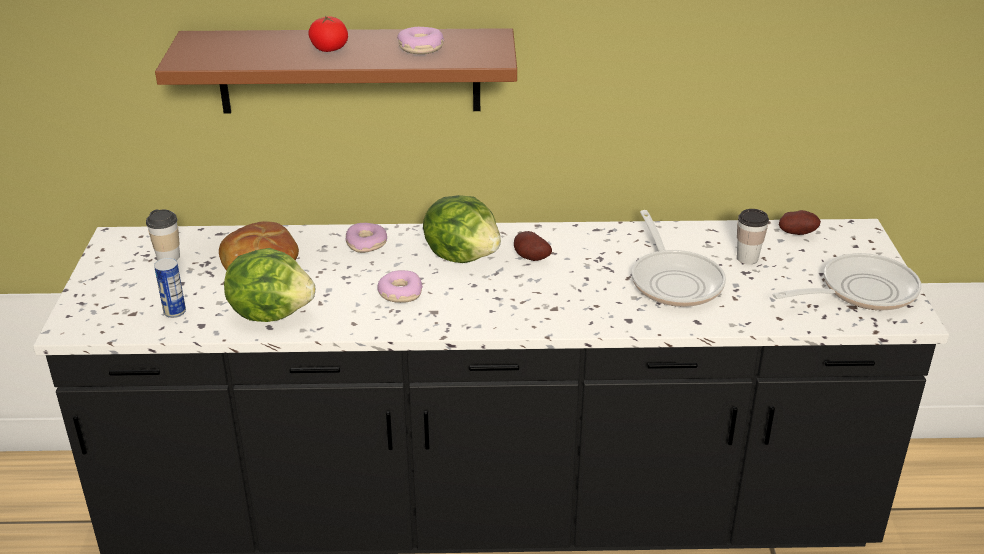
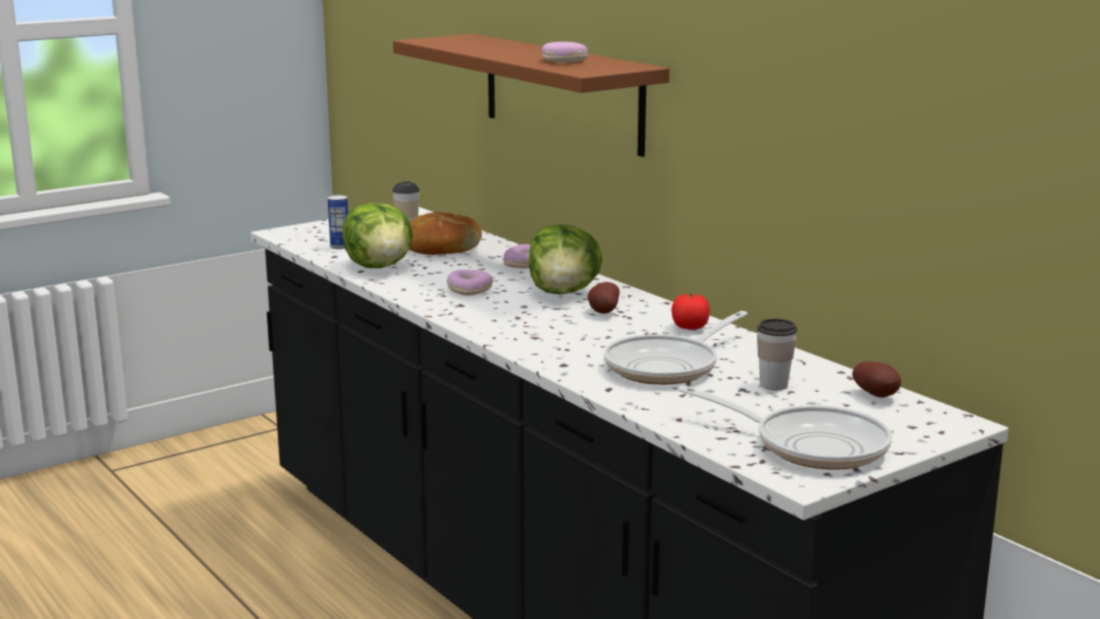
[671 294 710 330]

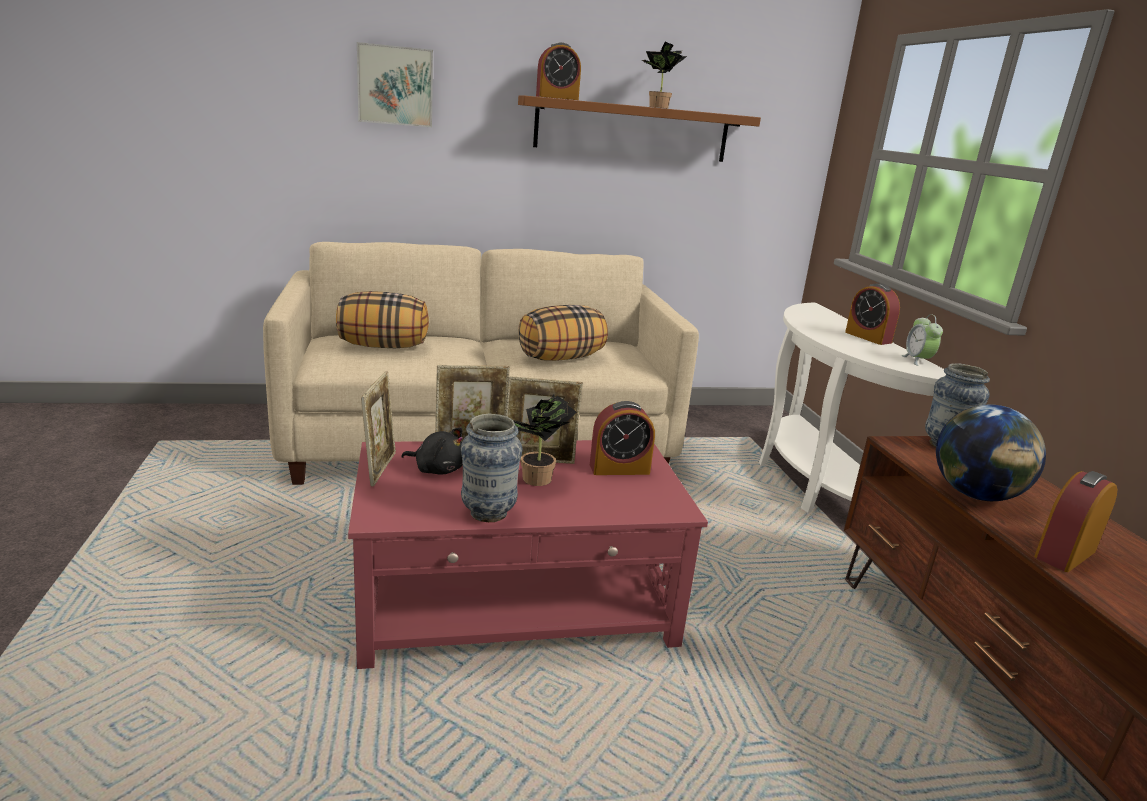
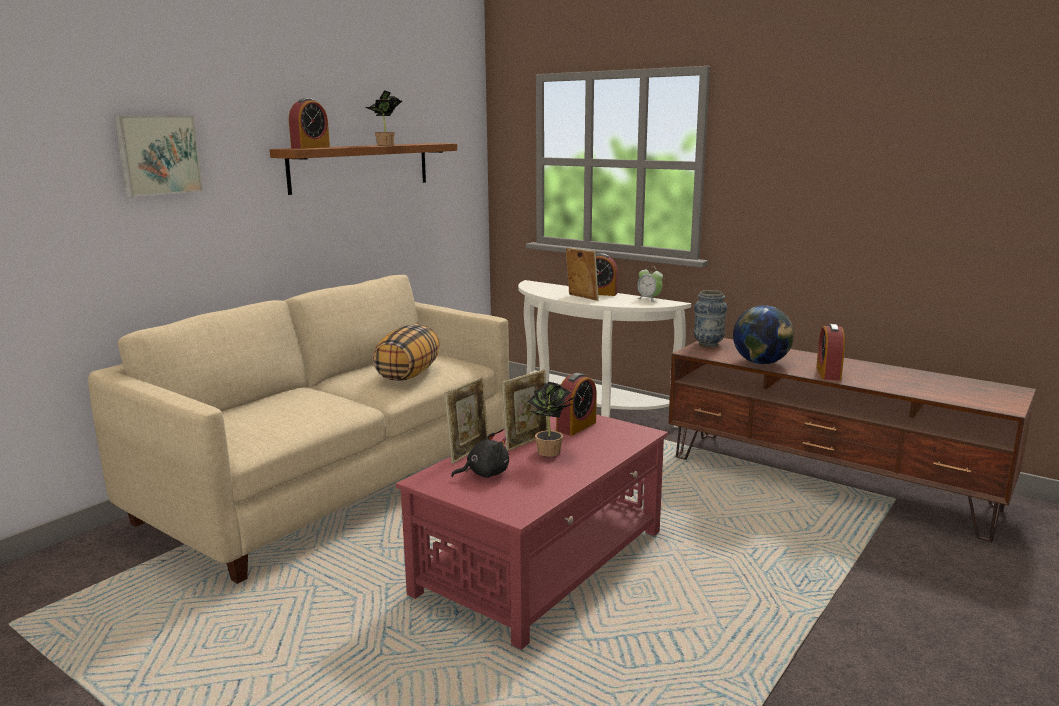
[336 291 429 348] (first image)
[461 414 522 522] (first image)
[566 247 599 301]

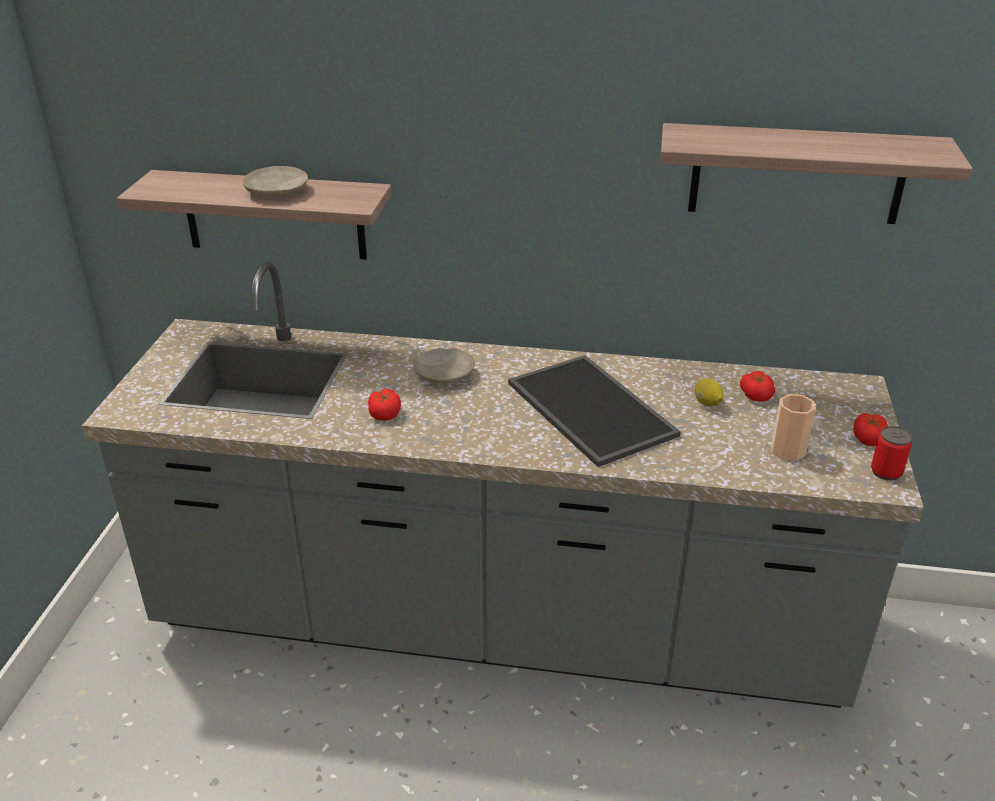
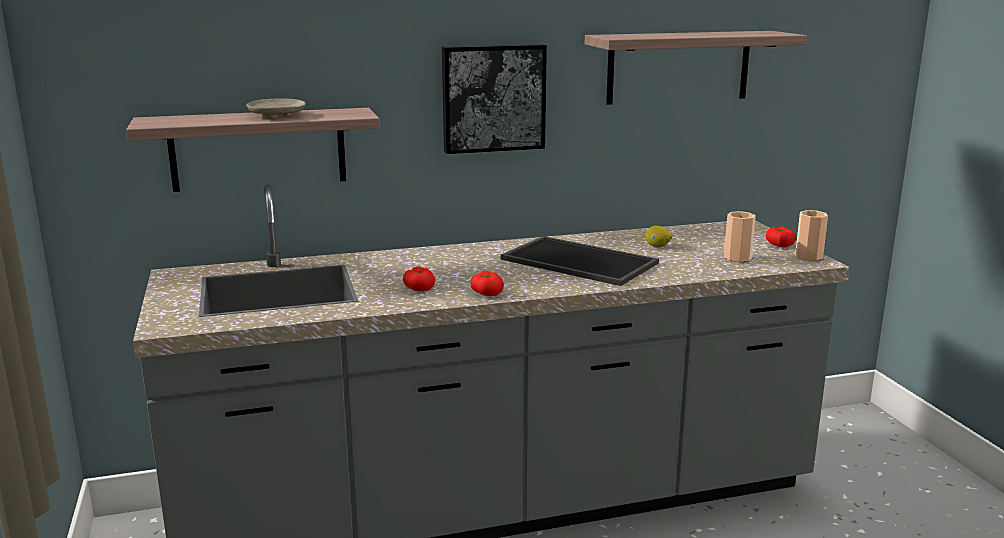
[413 348 475 383] (first image)
[442 44 547 154]
[471 271 504 296]
[795 210 828 261]

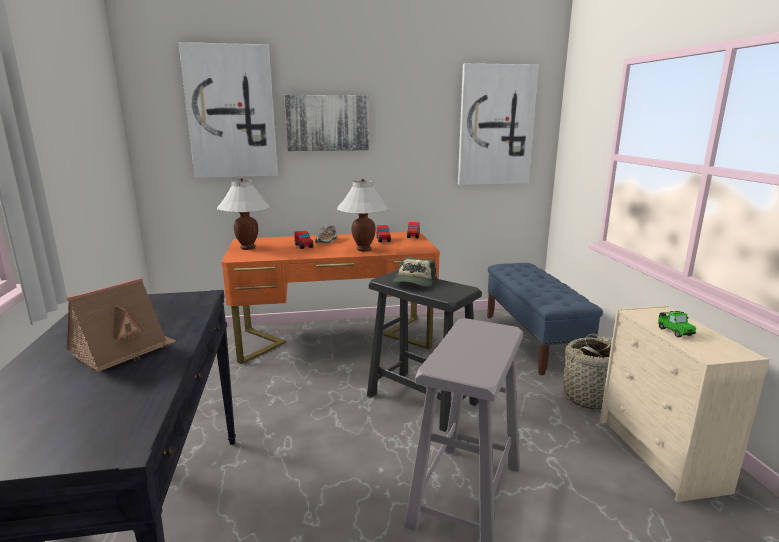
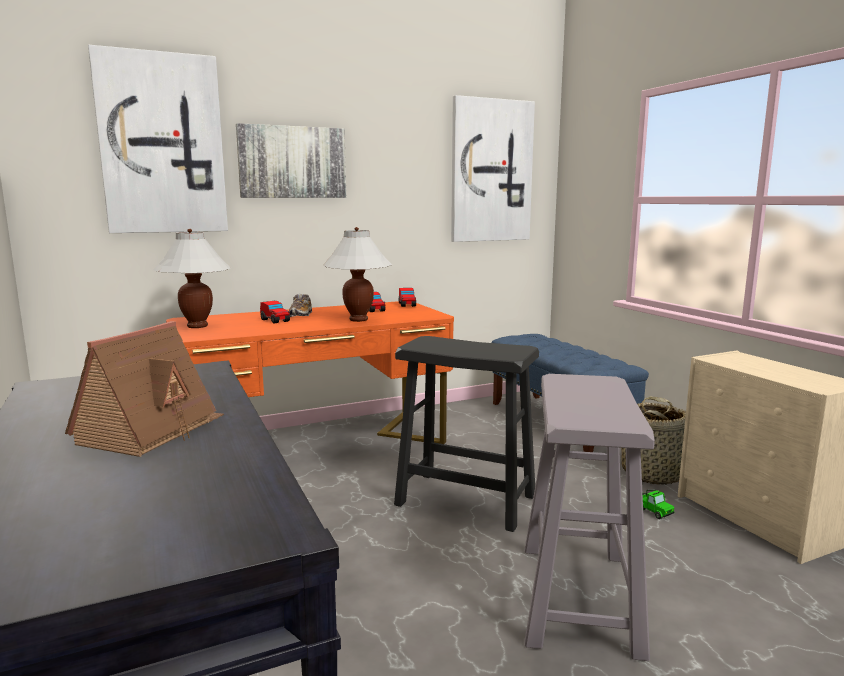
[393 257 437 287] (first image)
[643 490 674 519]

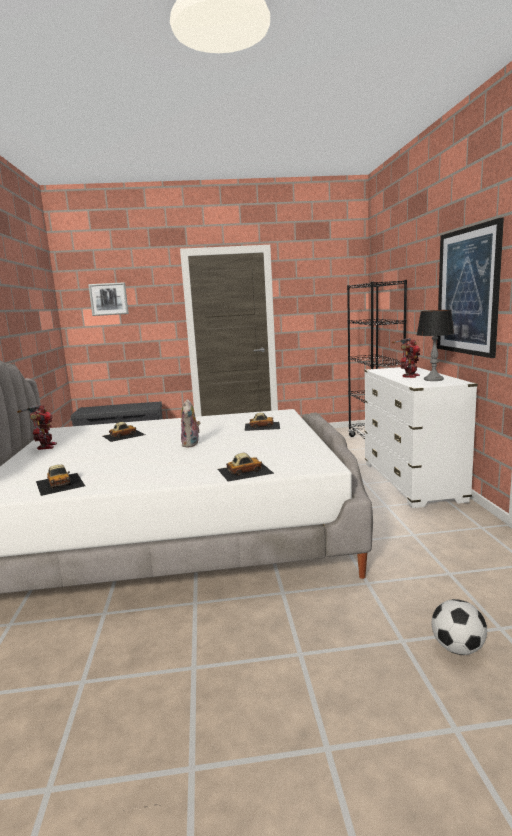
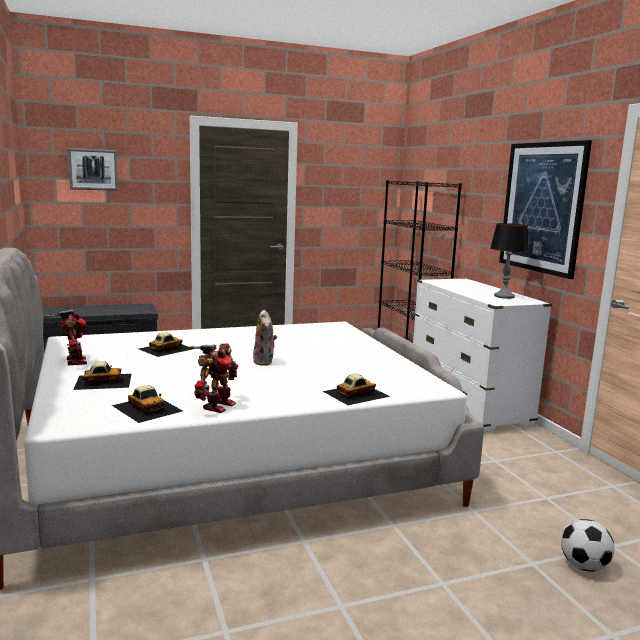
[73 361 131 390]
[188 343 239 413]

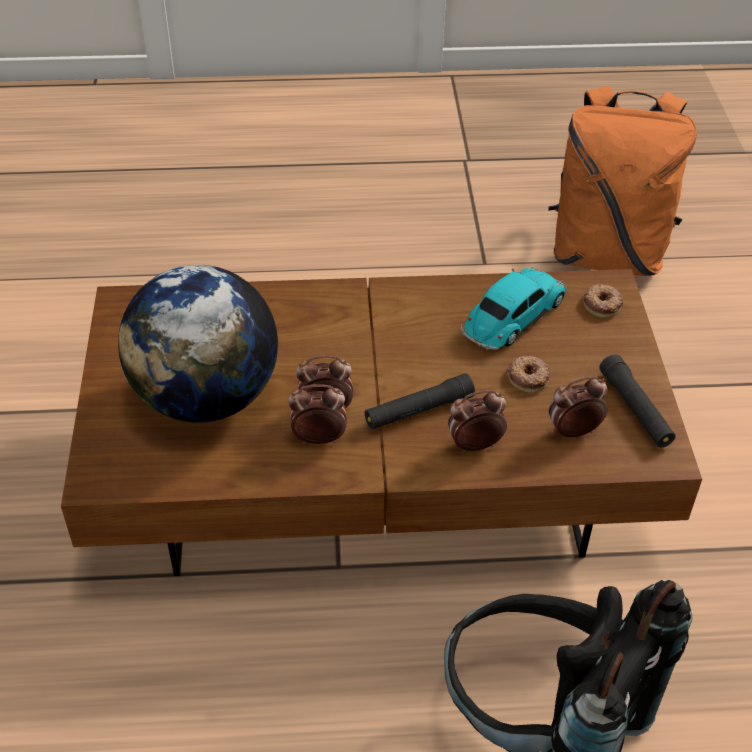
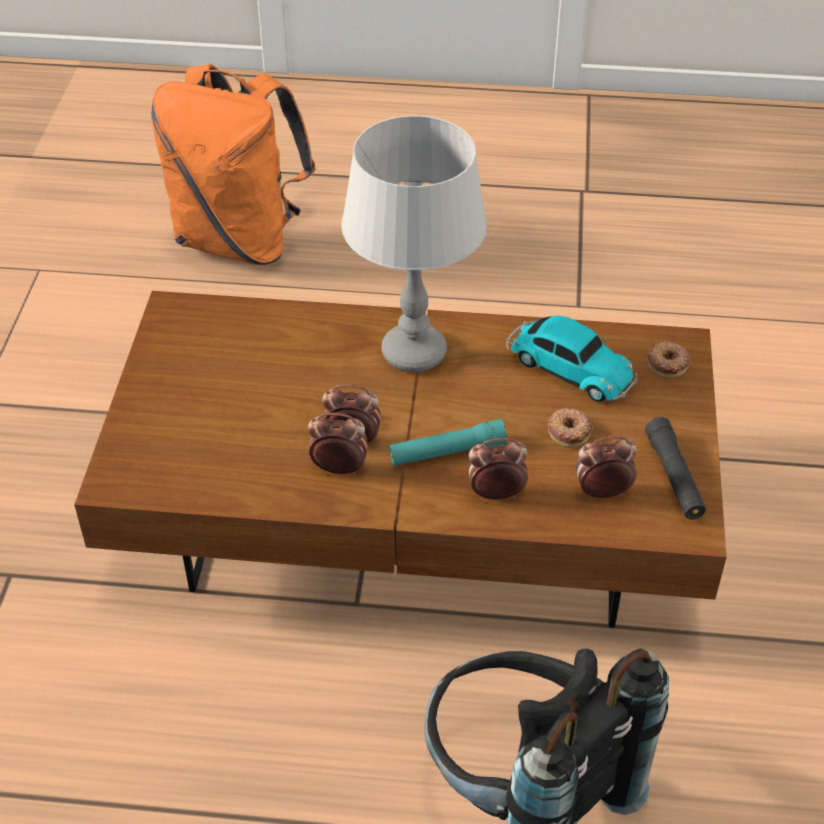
[118 265 278 423] (first image)
[341 116 487 372]
[151 64 316 265]
[389 419 507 466]
[506 316 637 402]

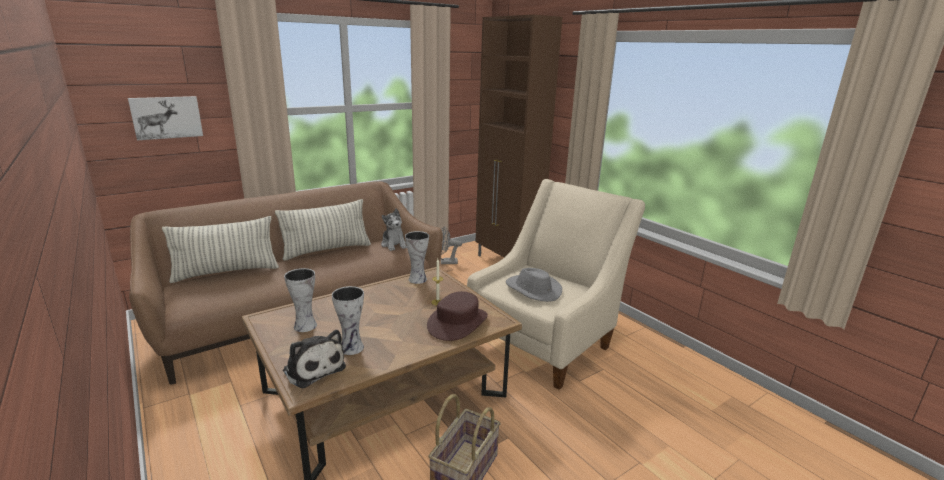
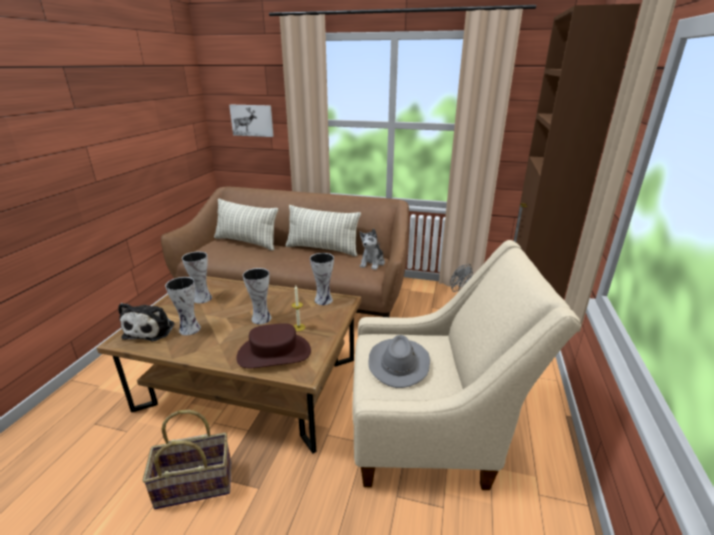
[243 268 271 324]

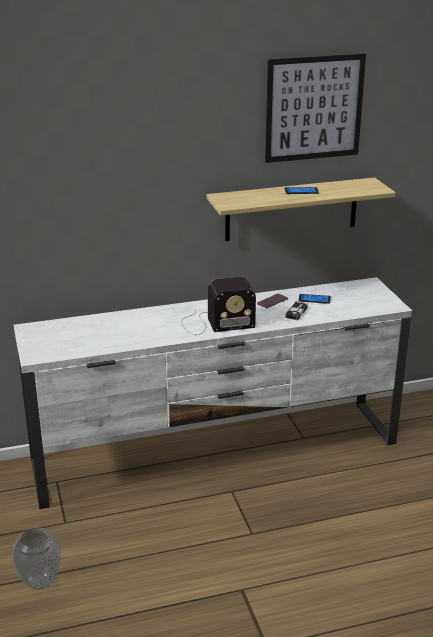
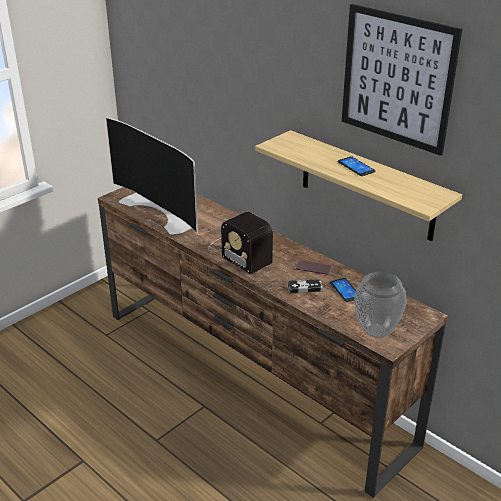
[106 117 198 235]
[354 272 407 338]
[98 187 448 498]

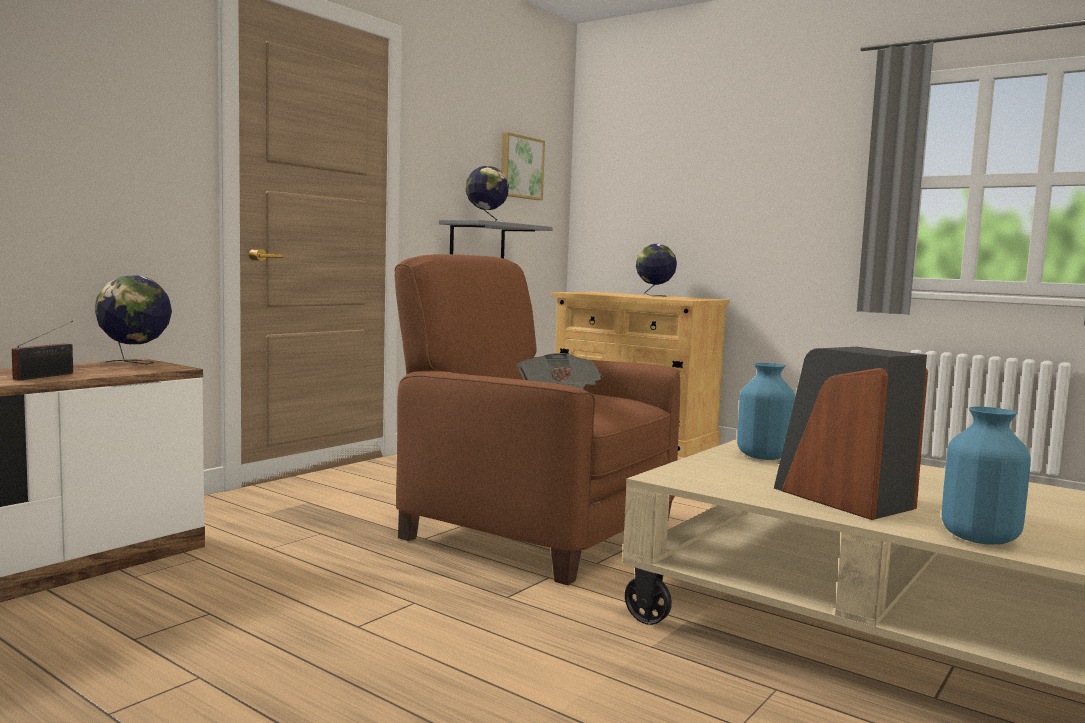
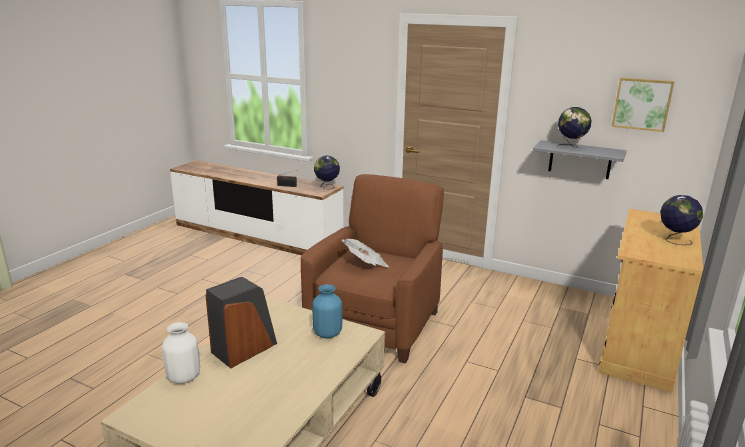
[162 322 200 384]

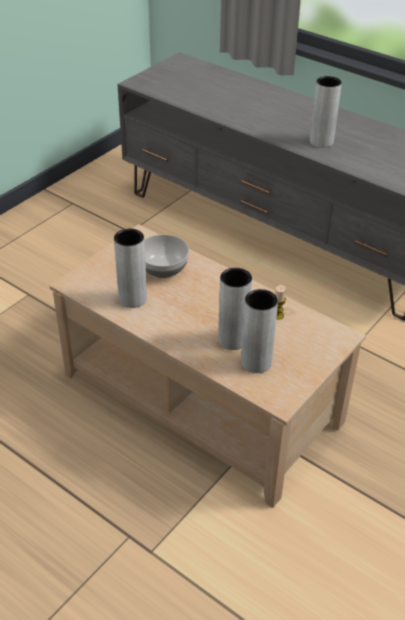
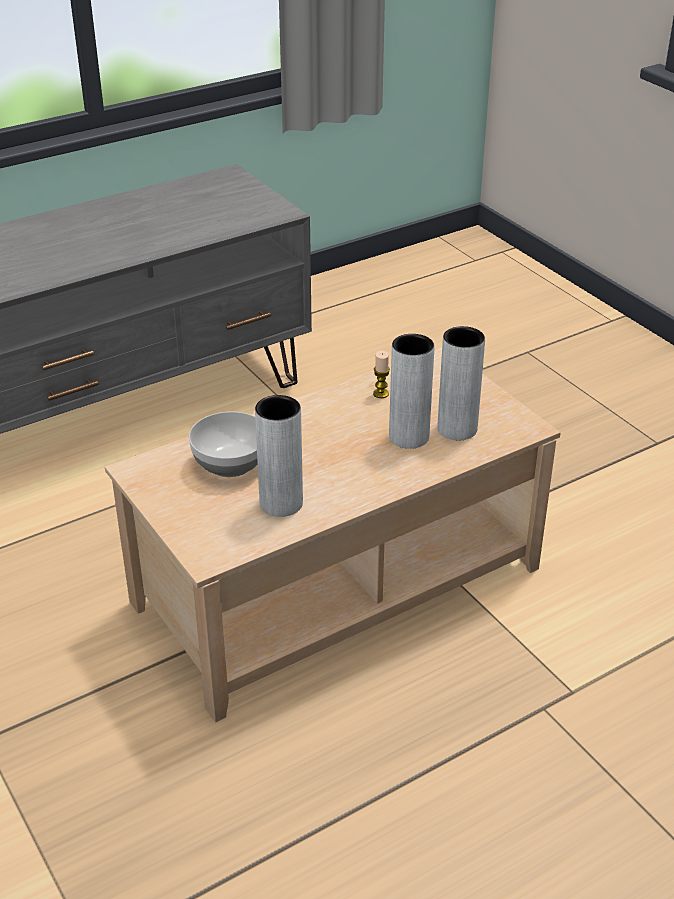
[310 76 342 148] (first image)

